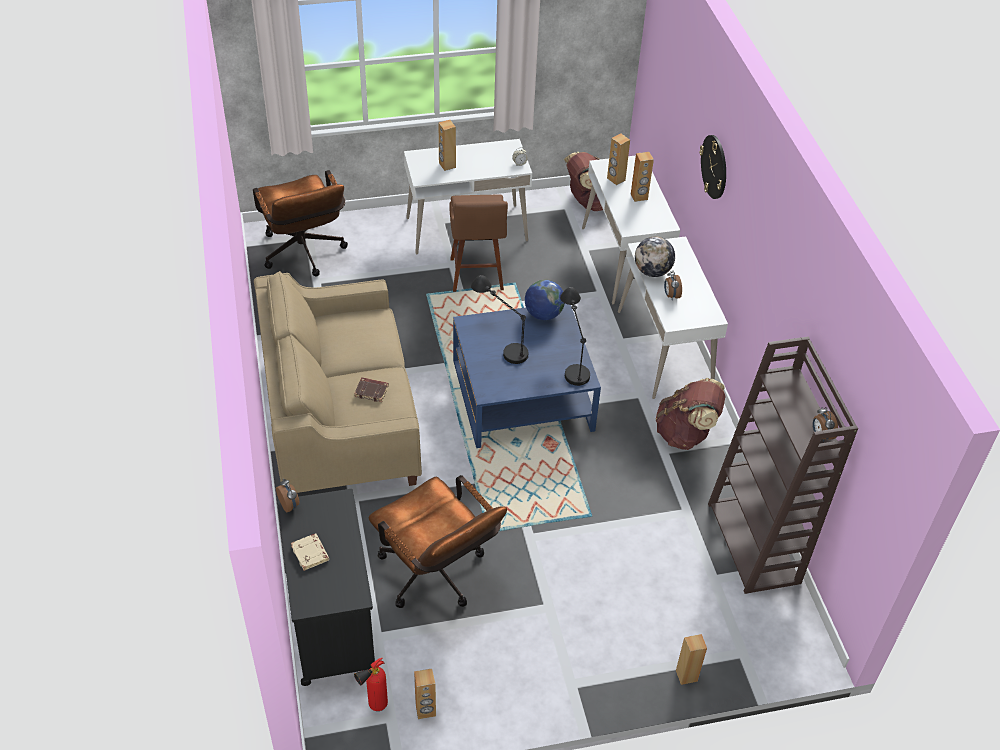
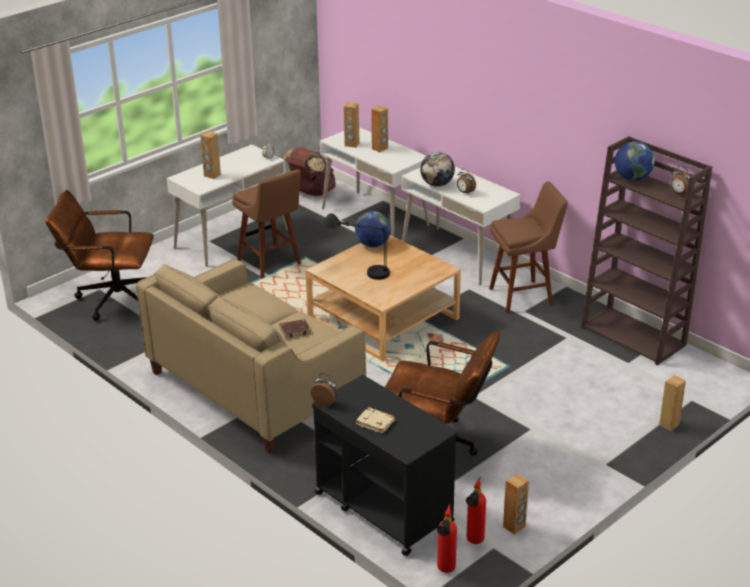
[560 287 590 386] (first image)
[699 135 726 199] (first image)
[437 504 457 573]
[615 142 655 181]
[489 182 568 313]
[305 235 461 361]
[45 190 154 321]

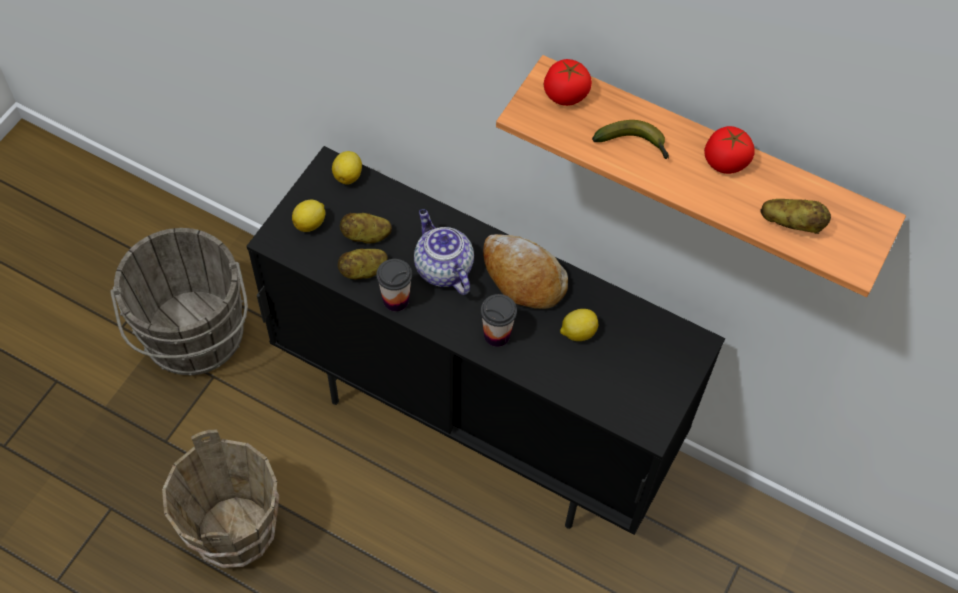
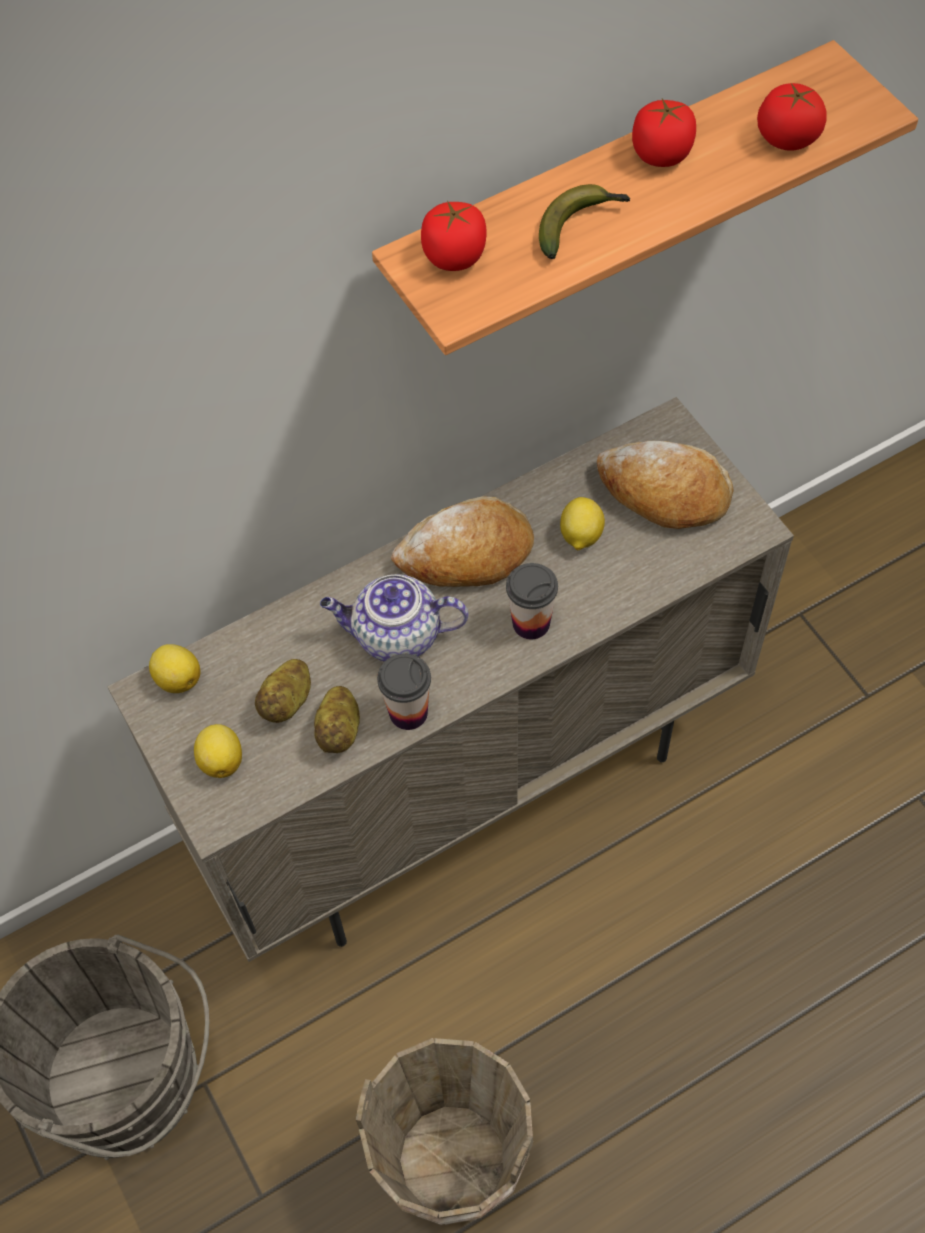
[597 441 734 529]
[757 83 827 151]
[108 397 794 962]

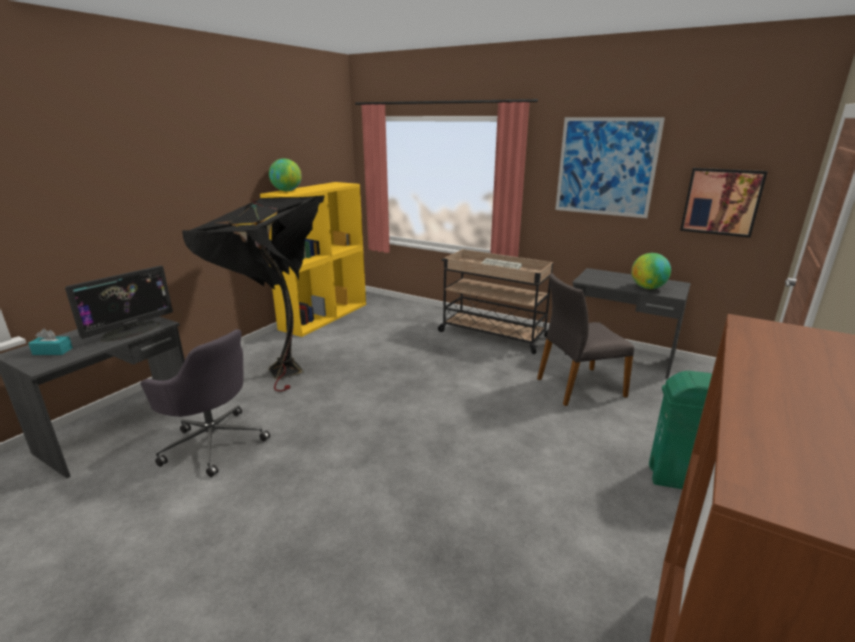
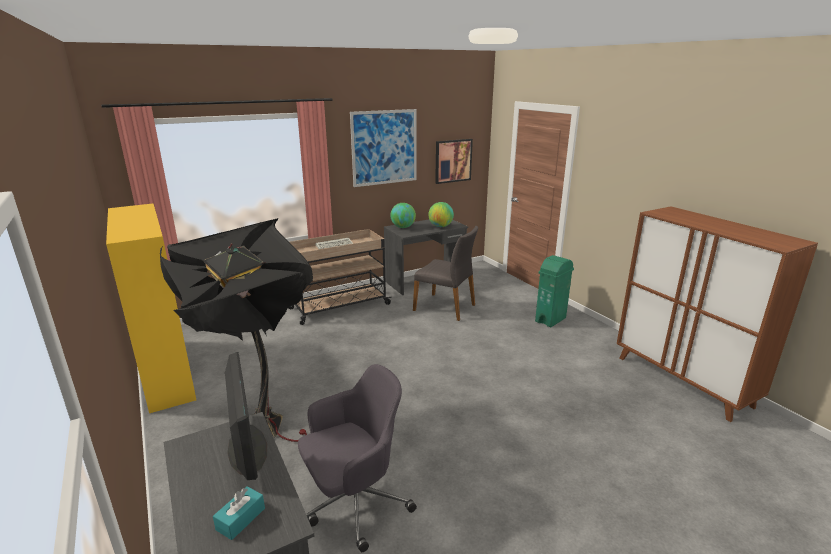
[390 203 416 228]
[413 226 478 321]

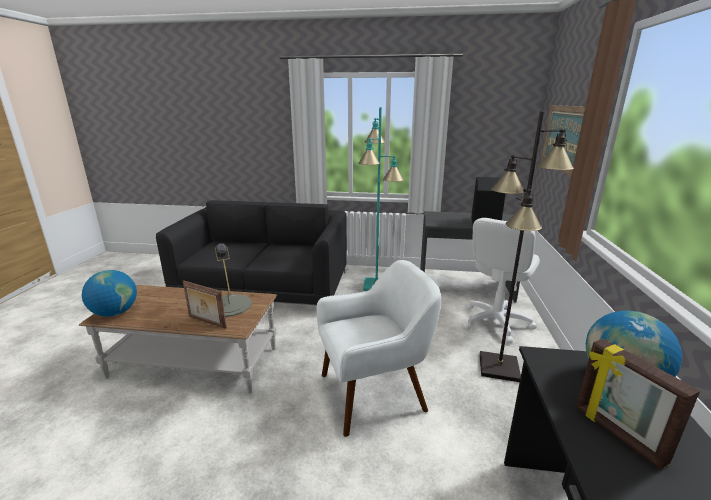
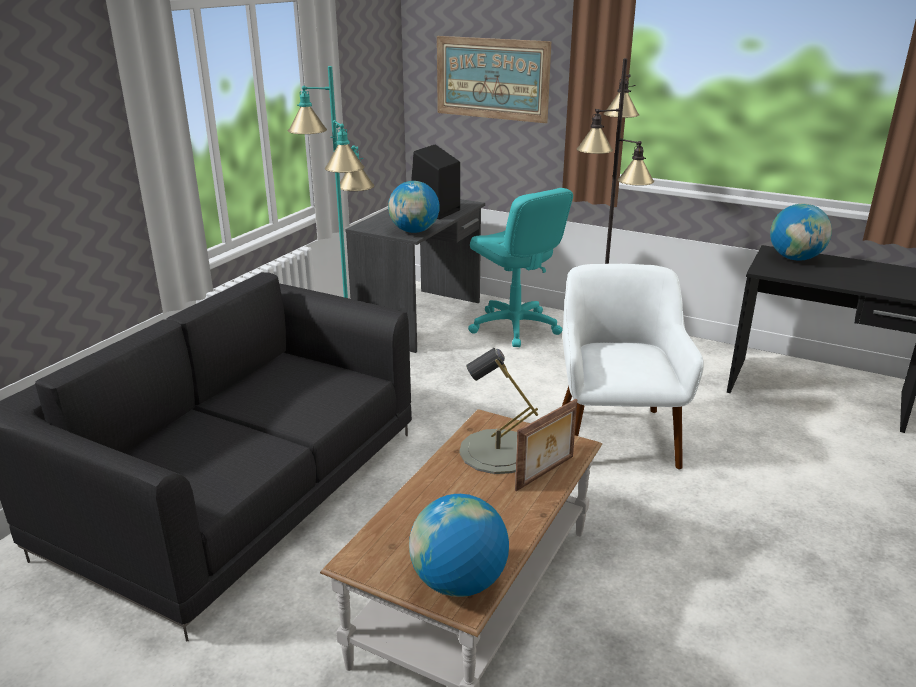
[576 338 700 470] (first image)
[388 181 440 233]
[468 188 573 347]

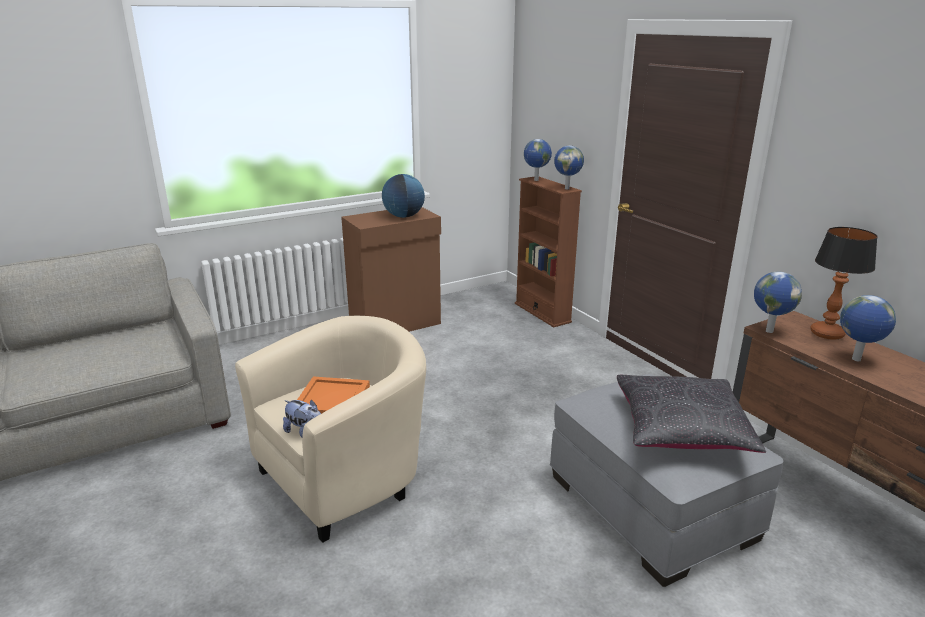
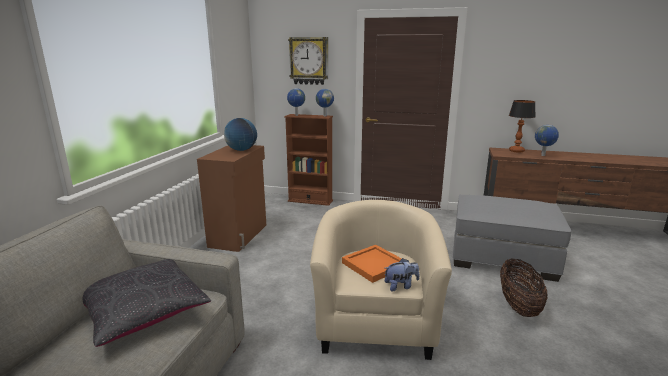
[754 272 802 333] (first image)
[288 37 328 85]
[500 259 548 317]
[83 259 211 347]

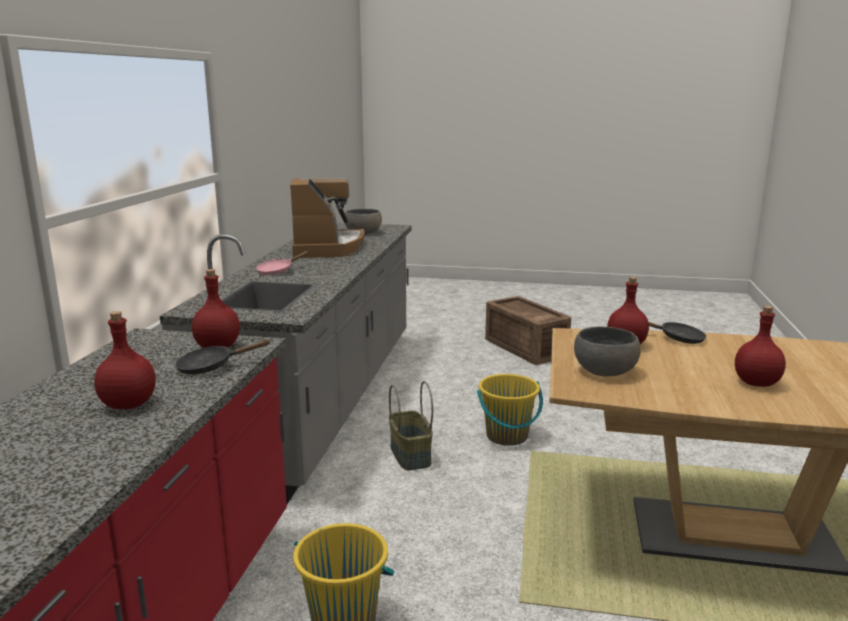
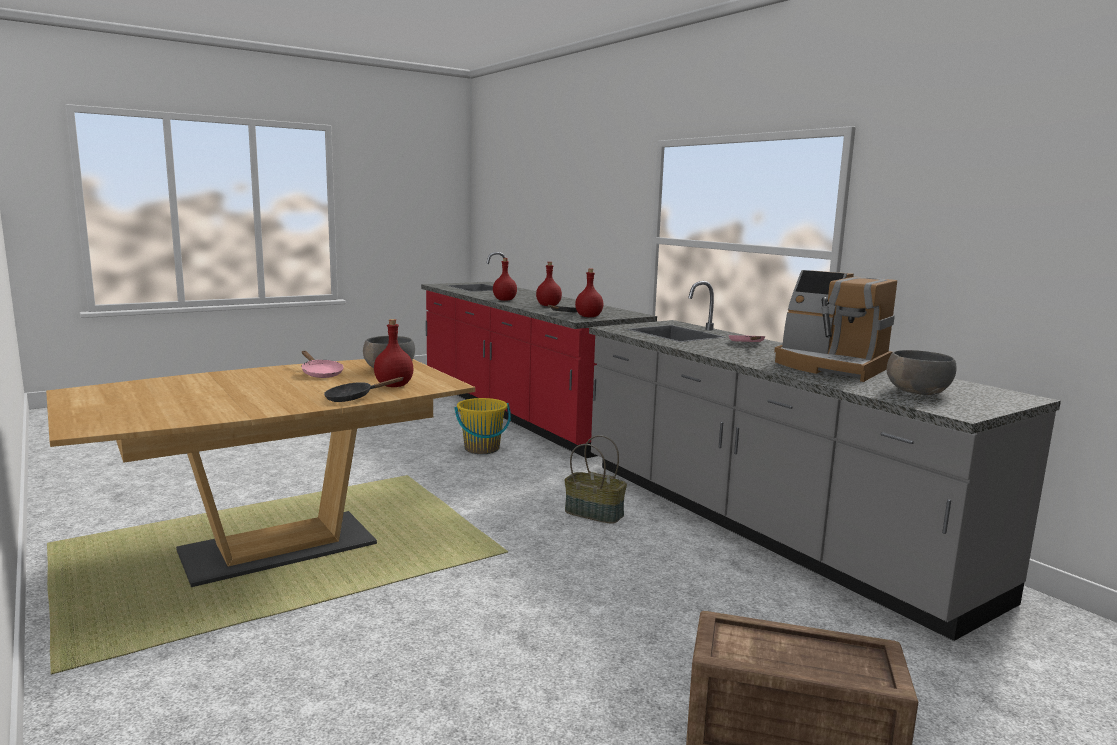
[477 374 543 446] (first image)
[301 351 344 378]
[493 258 517 301]

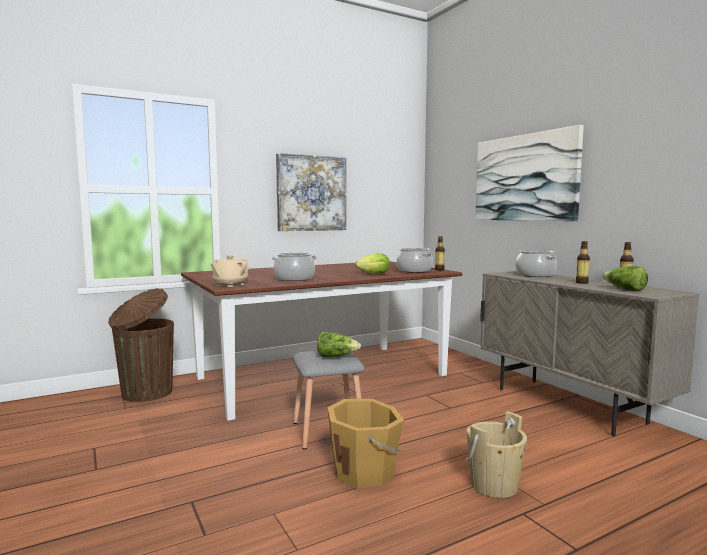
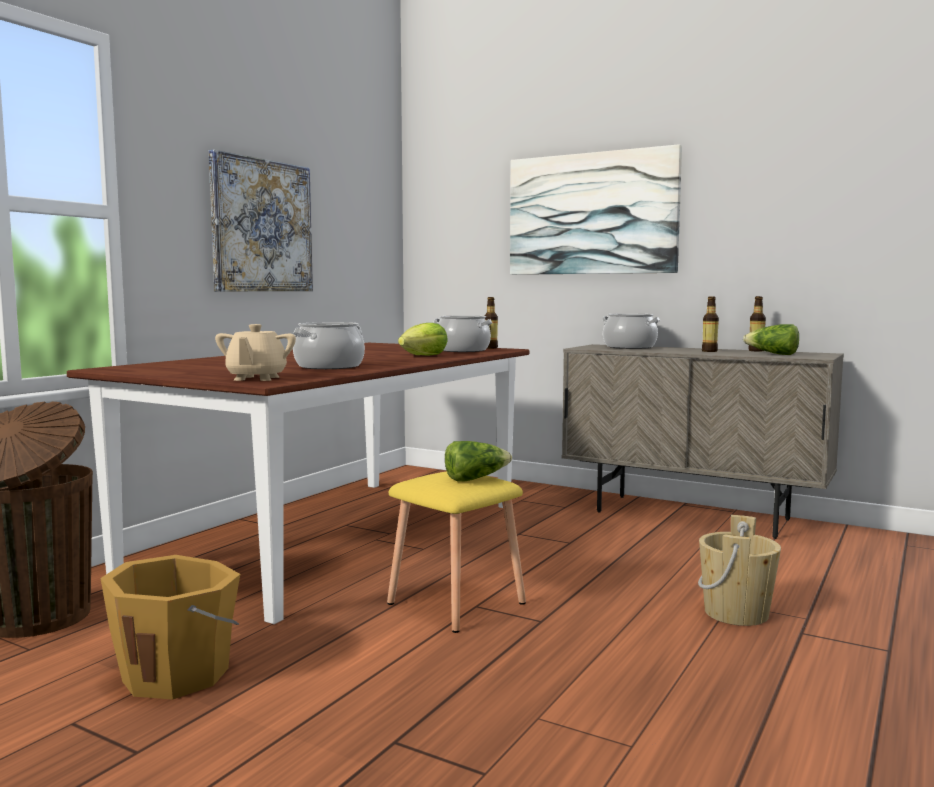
[101 555 240 700]
[387 471 526 633]

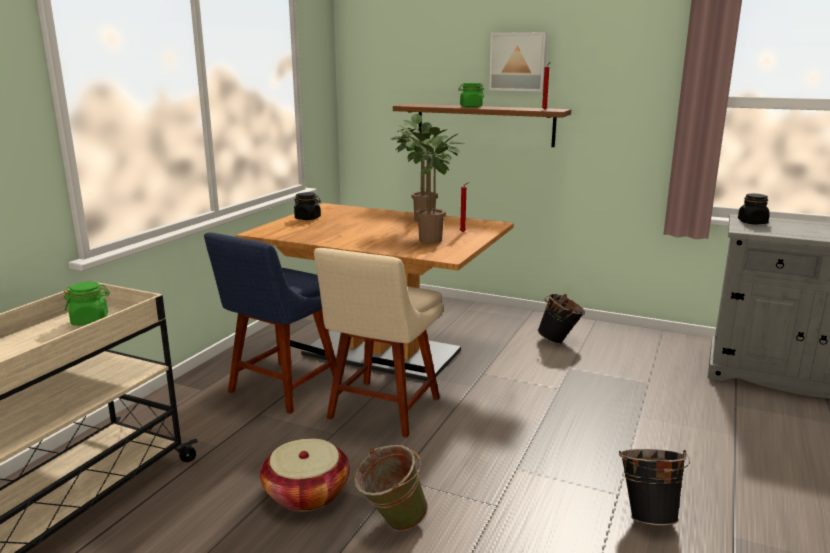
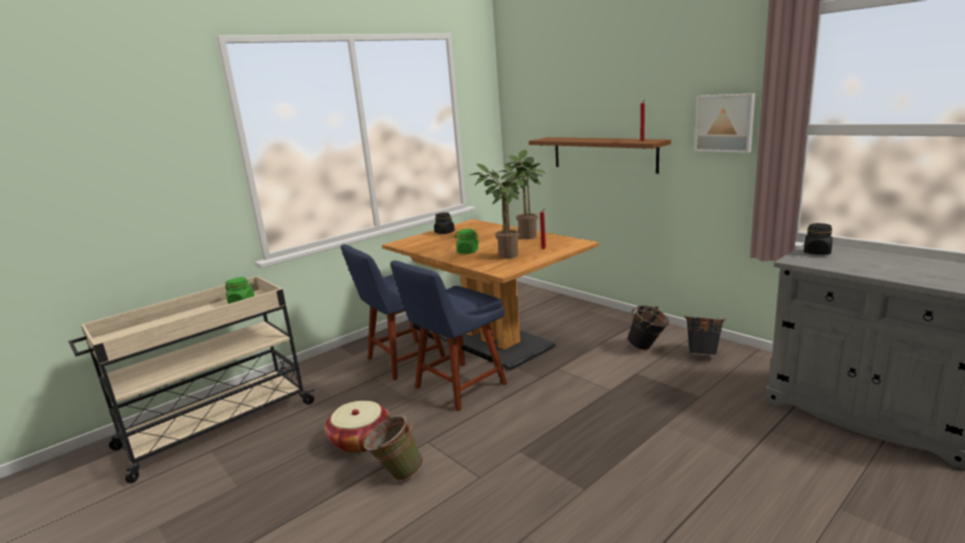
[454 229 479 254]
[695 93 755 153]
[684 315 726 356]
[390 261 507 412]

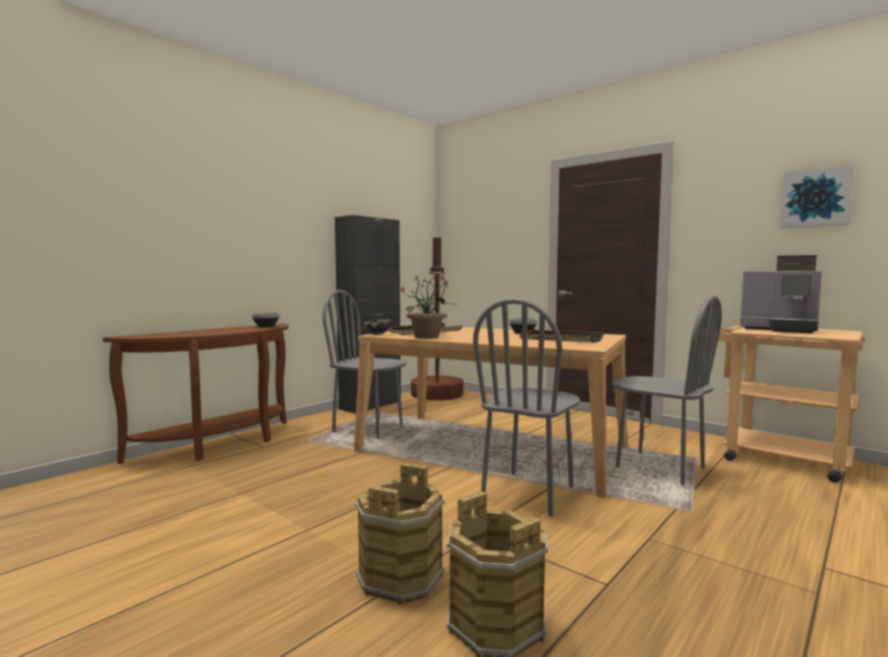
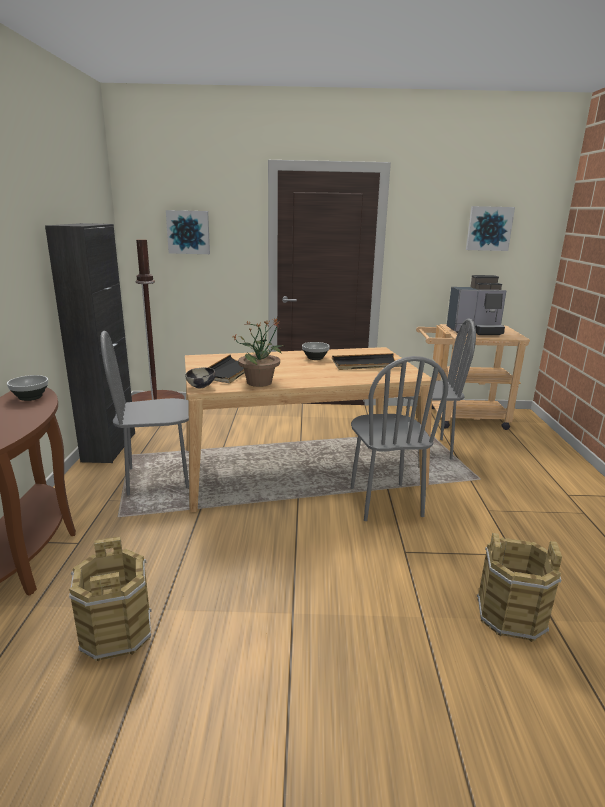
[166 210 210 254]
[69 536 152 662]

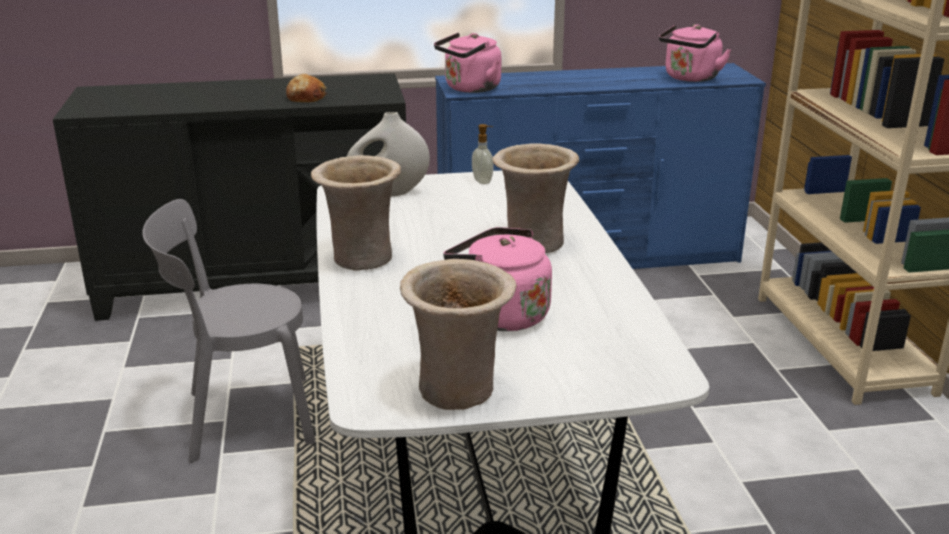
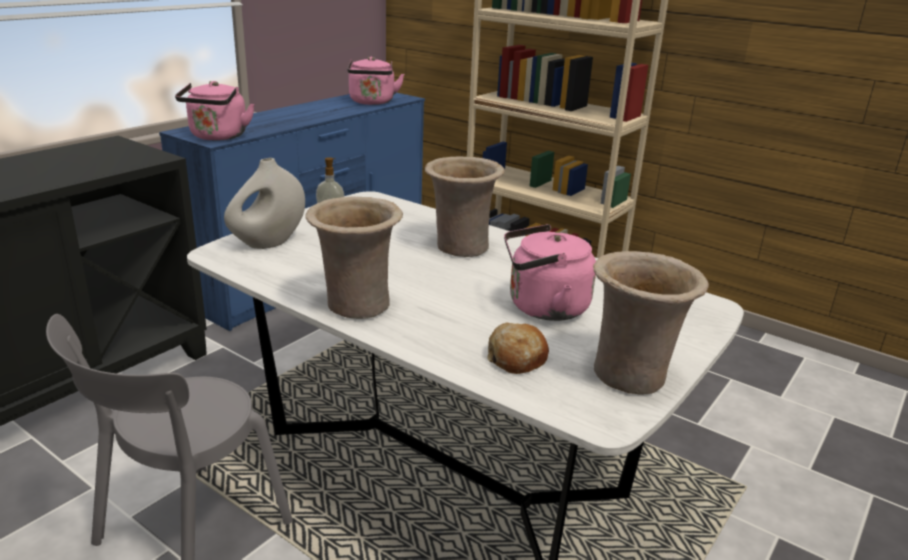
[487 323 549 374]

